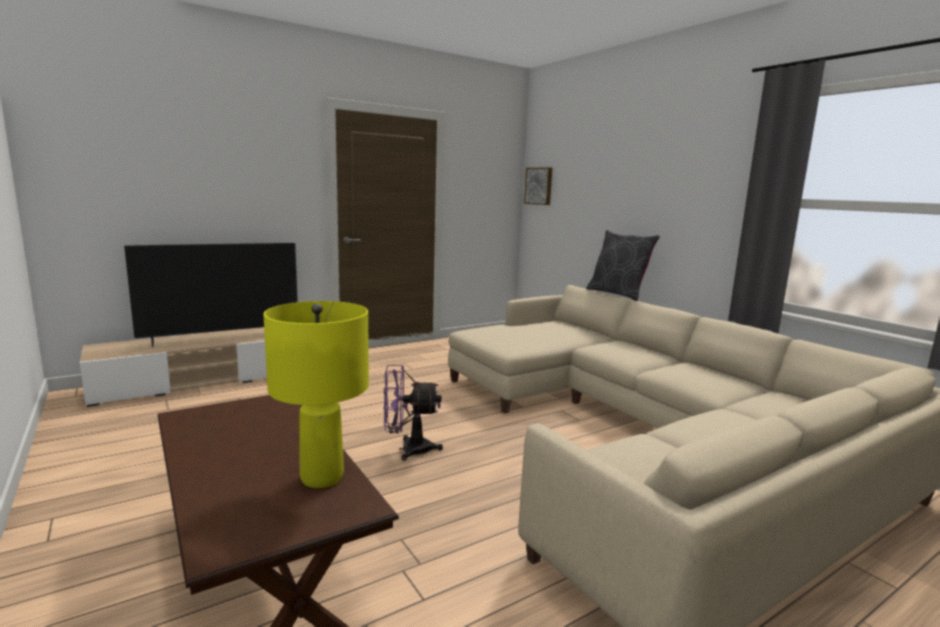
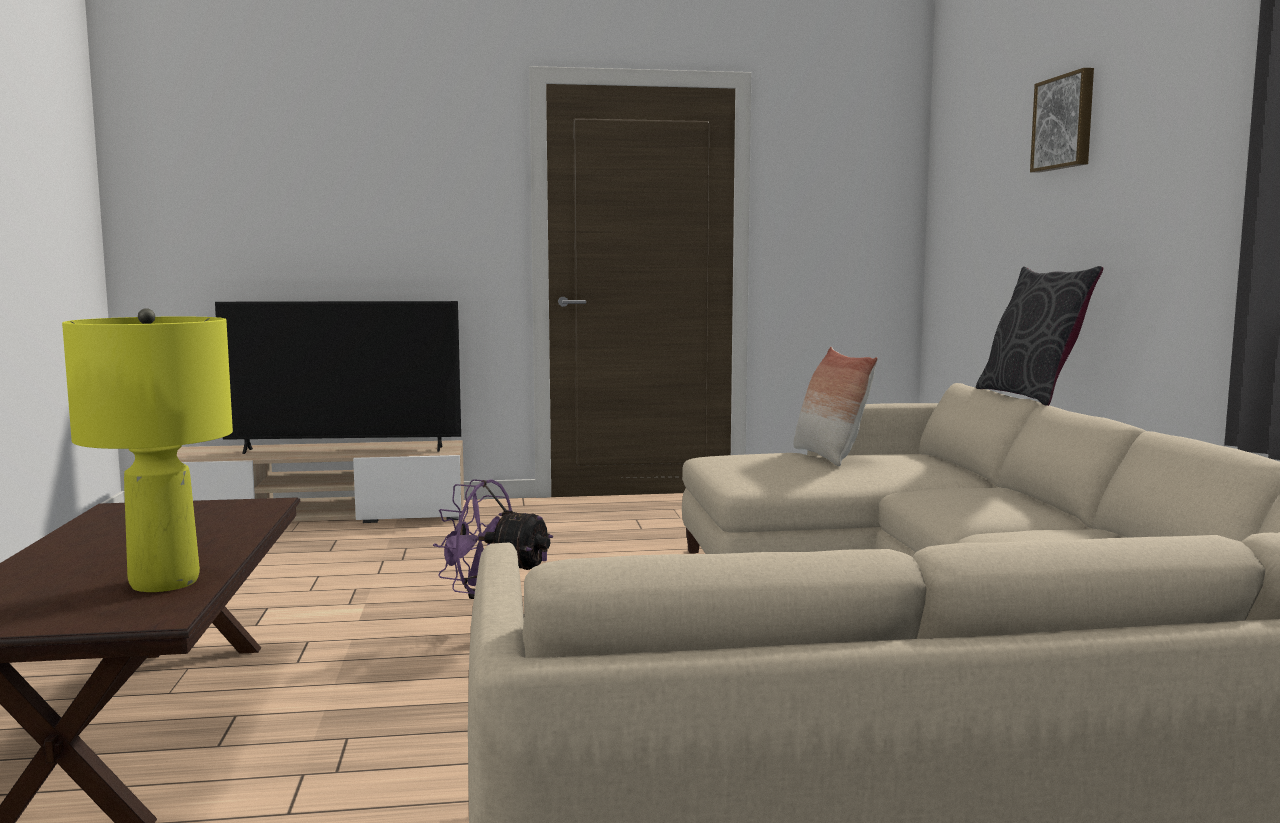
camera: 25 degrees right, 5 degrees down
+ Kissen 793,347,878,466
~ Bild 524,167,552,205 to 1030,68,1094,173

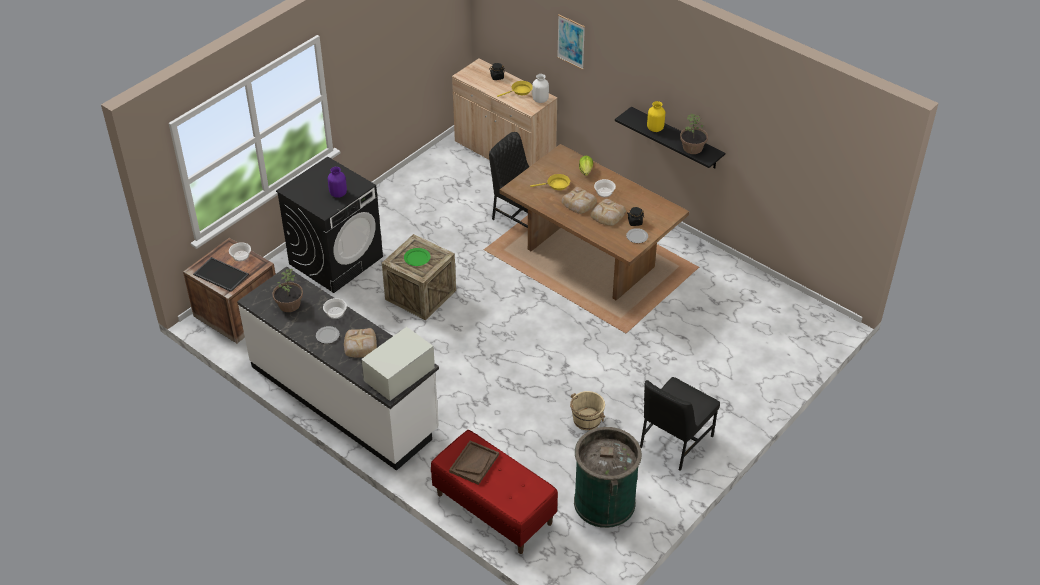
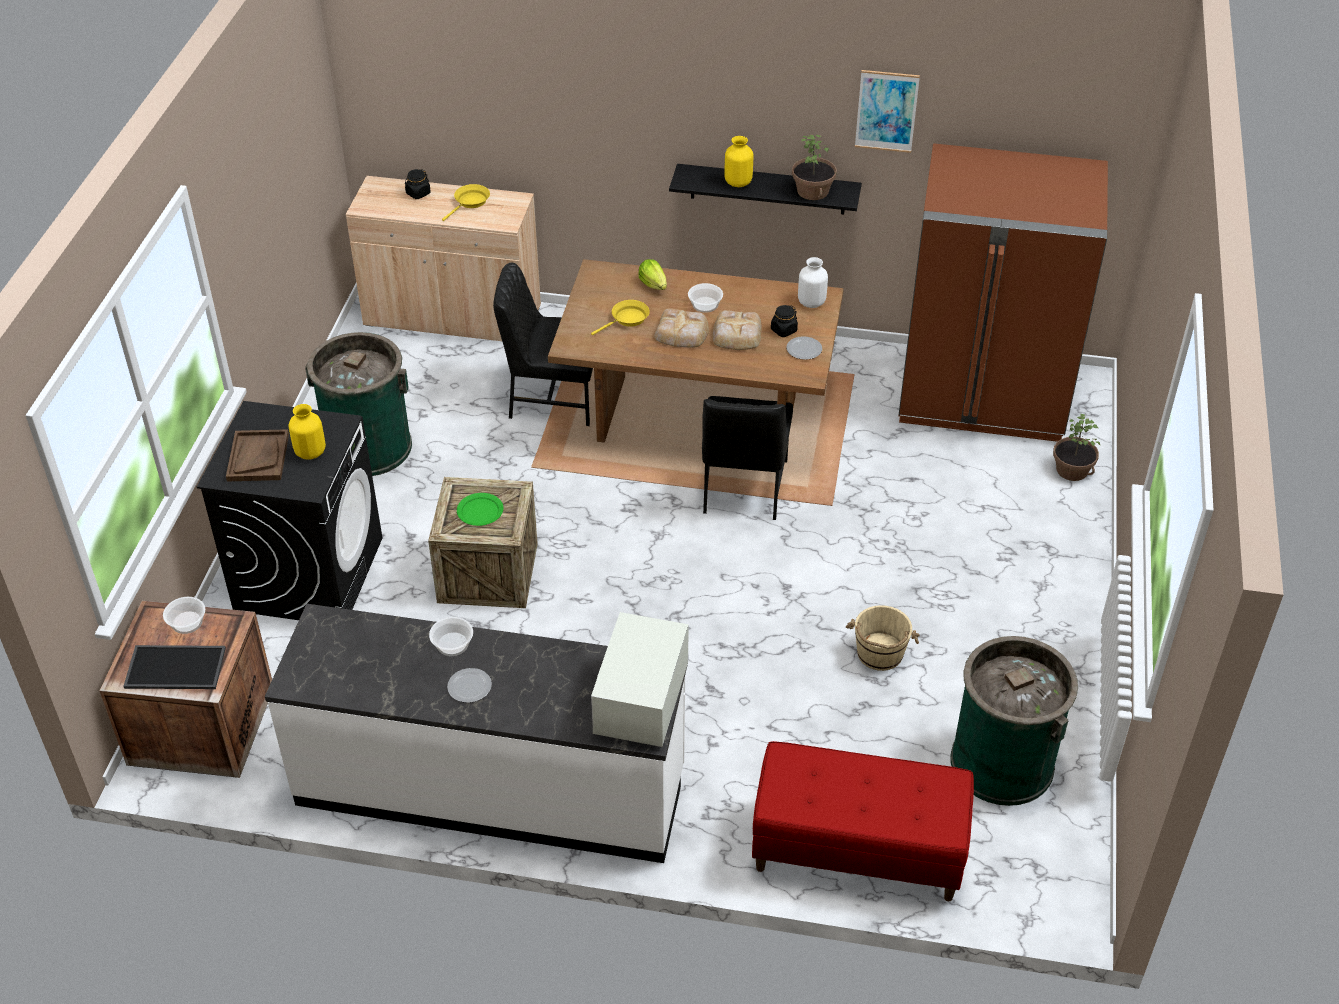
camera: 30 degrees left, 0 degrees up
~ Tablett [braun] 449,441,499,485 to 226,429,289,482
~ Vase [lila] 328,167,347,198 to Vase [gelb] 288,404,326,460
+ Mülleimer [grün] 305,332,412,476
~ Stuhl [schwarz] 640,377,720,471 to 702,396,793,520
~ Vase [weiß] 532,74,549,103 to 798,257,828,308
~ Bild 557,15,585,70 to 855,70,920,153
+ Kühlschrank [braun] 898,144,1108,442
~ Topfpflanze 272,268,303,312 to 1053,414,1100,481
- Brot 344,328,377,358

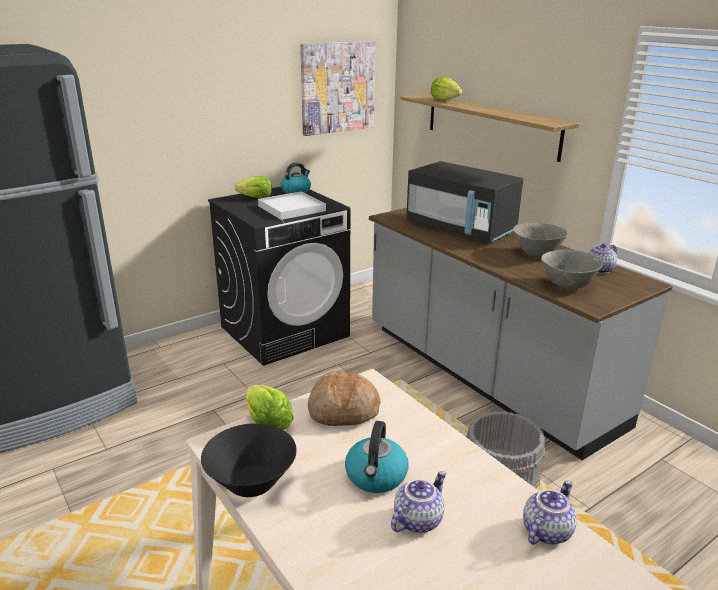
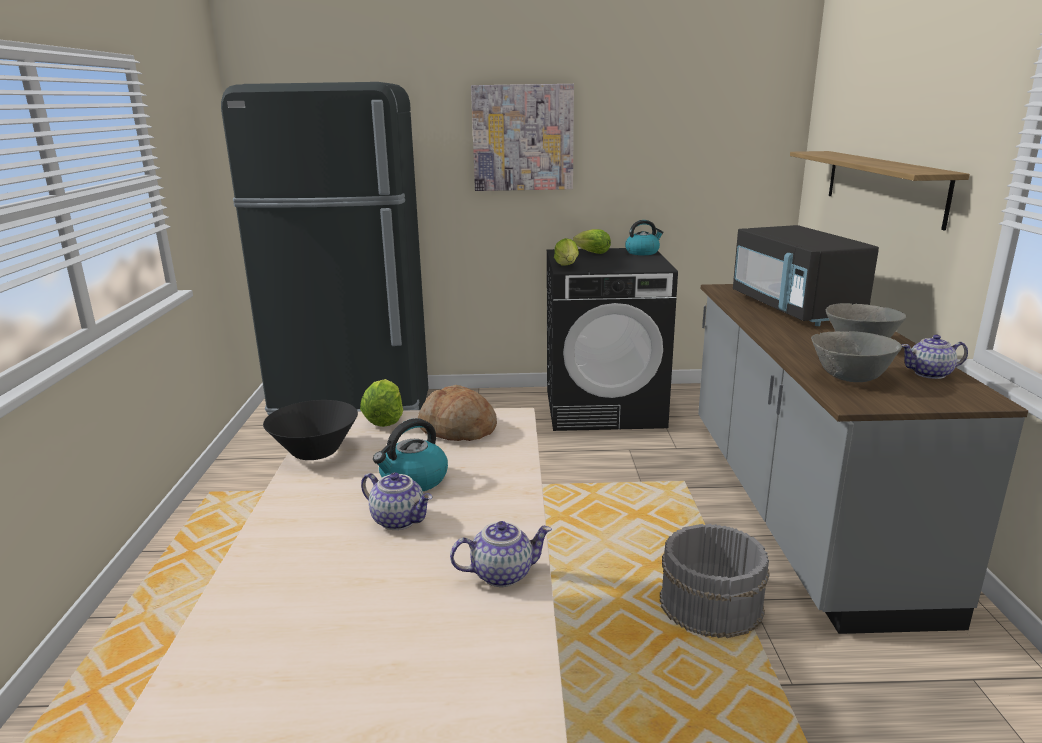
camera: 35 degrees right, 5 degrees down
~ Teekanne 391,471,446,533 = 361,472,432,530 45 degrees clockwise
~ Bild 300,41,375,136 to 471,84,574,191
~ Salatkopf 430,77,462,100 to 554,238,579,266
- Tablett [weiß] 258,192,326,220

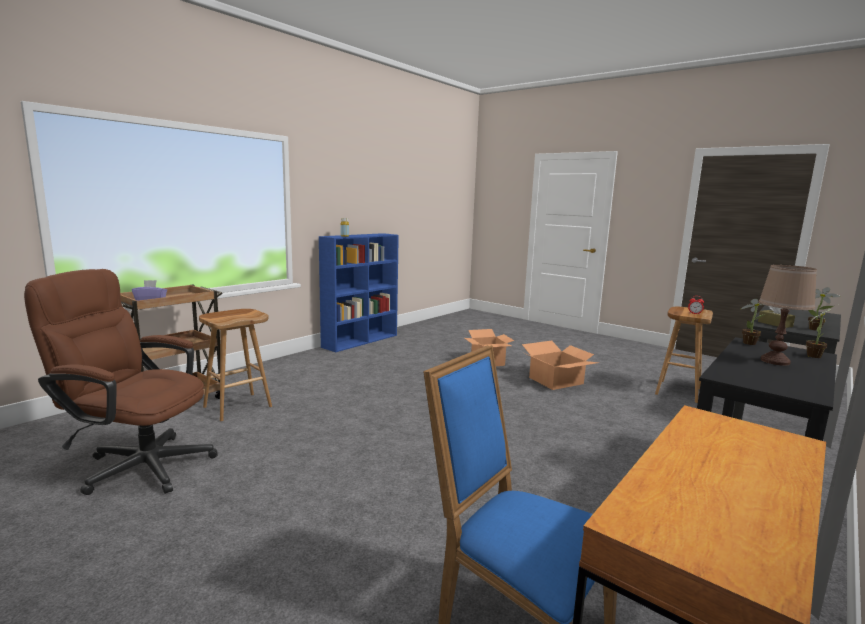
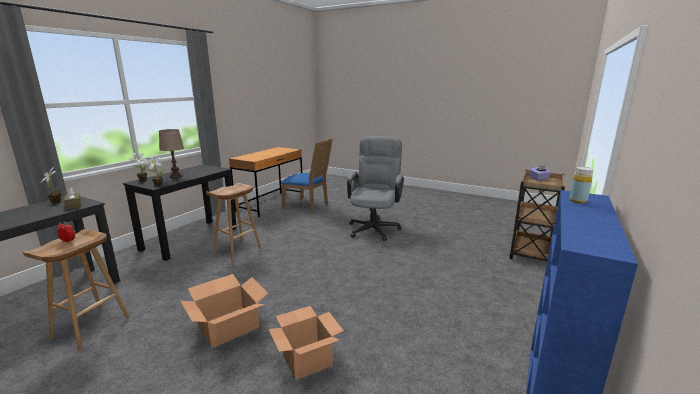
camera: 170 degrees right, 5 degrees up
~ Hocker [braun] 199,309,272,421 to 206,183,261,261
+ Bürostuhl [grau] 347,136,404,241
- Bürostuhl [braun] 24,269,218,495

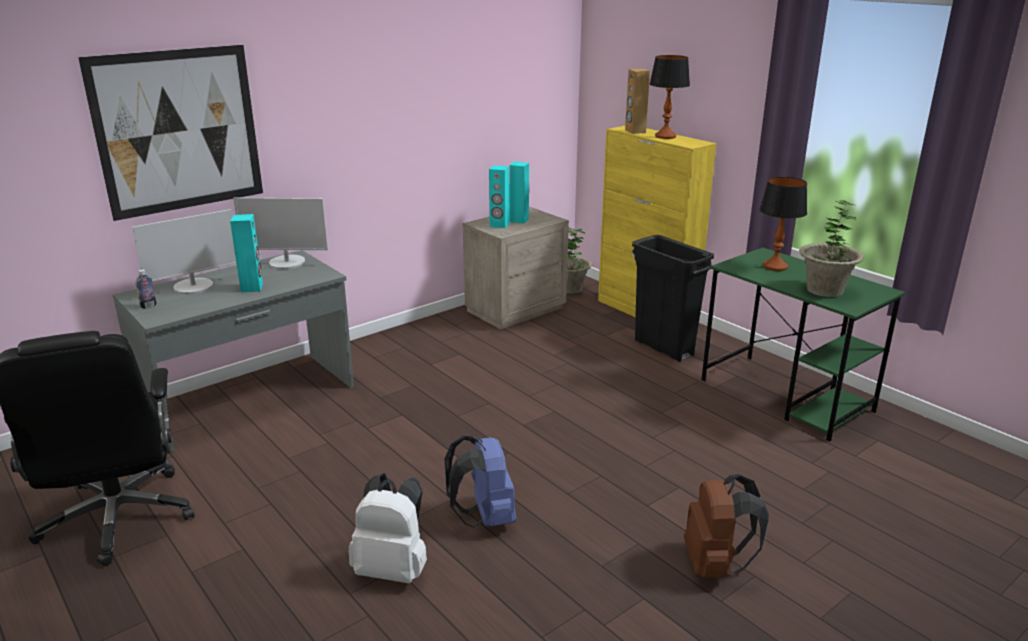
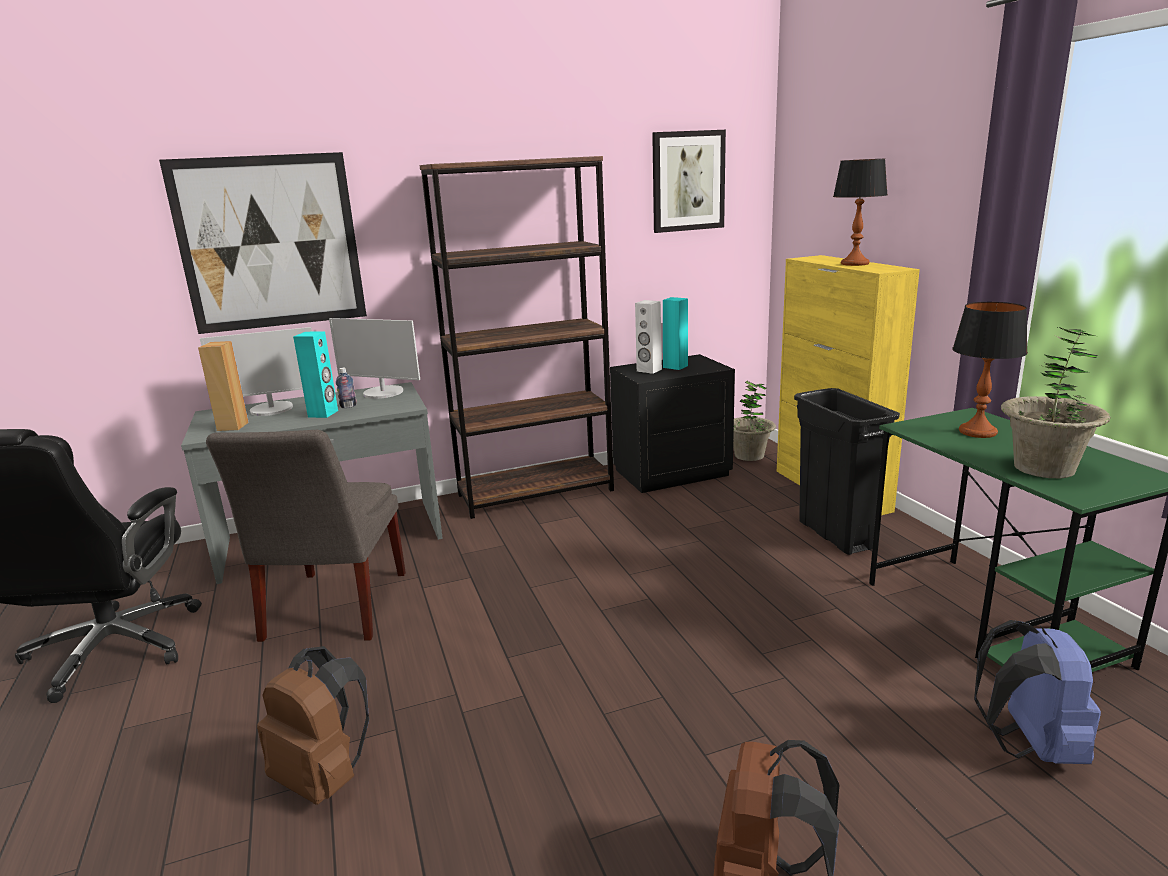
camera: 20 degrees right, 5 degrees down
~ Lautsprecher [braun] 625,69,650,134 to 198,341,249,431
+ Stuhl [grau] 206,430,406,642
~ Rucksack [weiß] 348,473,427,583 to Rucksack [braun] 257,646,369,805
~ Flasche 136,269,157,309 to 336,368,357,408
+ Bücherregal [braun] 420,156,614,519
~ Nachttisch [beige] 463,207,569,329 to Nachttisch [schwarz] 610,354,735,493
~ Lautsprecher [türkis] 489,165,510,228 to Lautsprecher [weiß] 635,300,662,374
+ Bild 652,130,726,233
~ Rucksack [blau] 444,435,516,528 to 974,620,1101,764

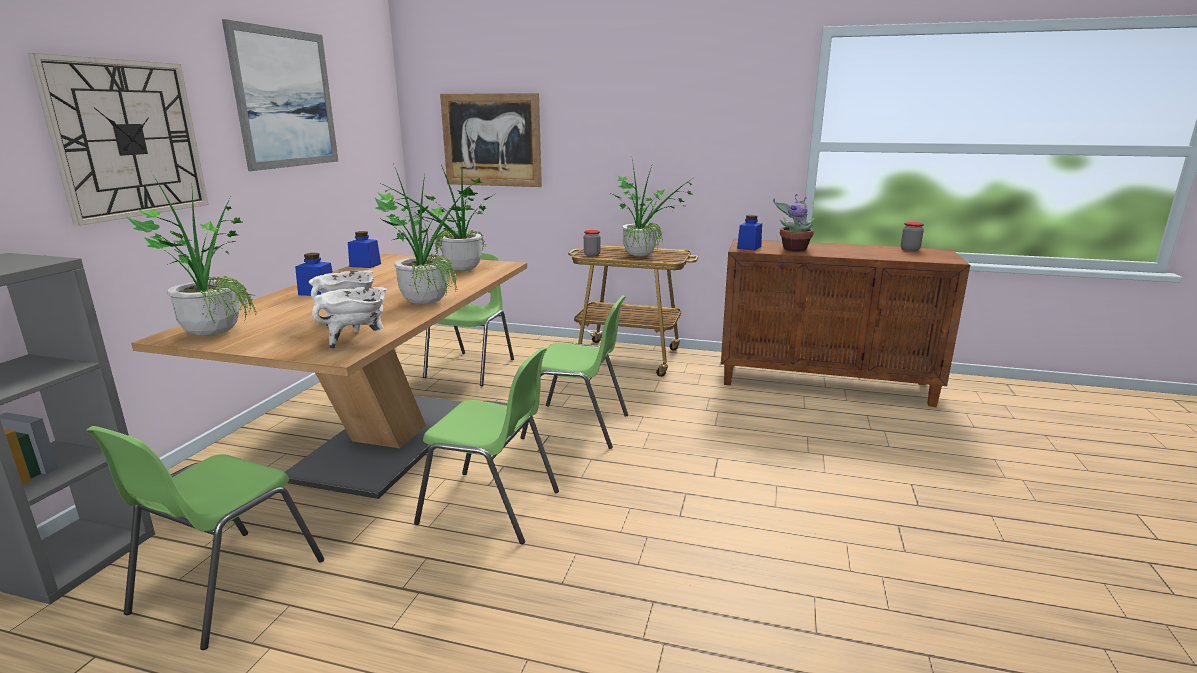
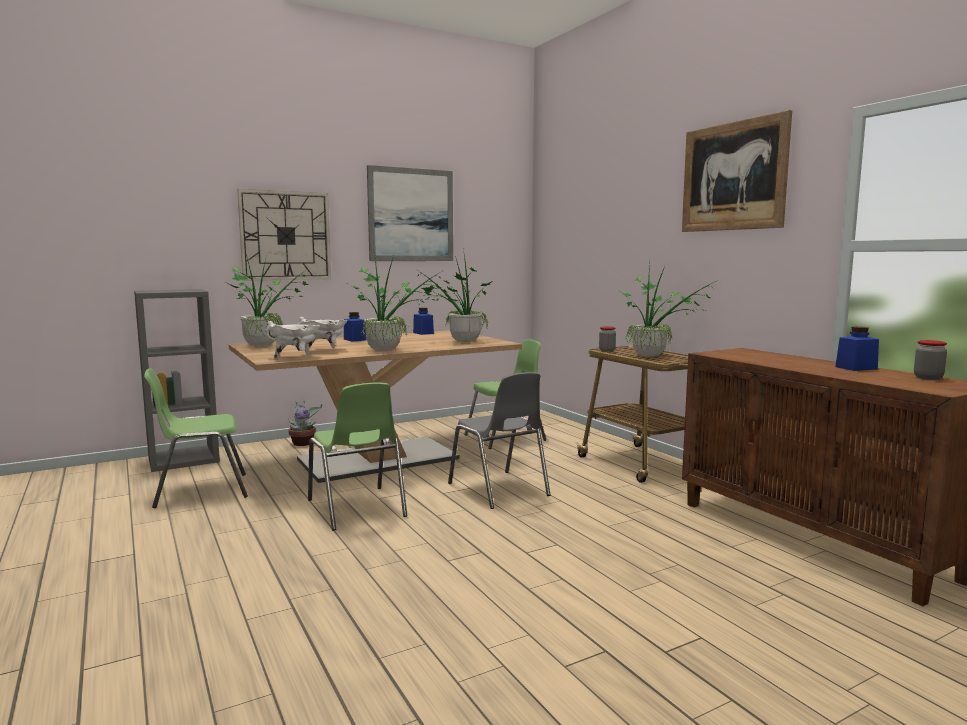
camera: 45 degrees right, 10 degrees down
~ Topfpflanze 773,194,815,251 to 288,401,322,446
~ Stuhl [grün] 520,295,628,449 to Stuhl [grau] 448,372,551,509
~ Bild 440,93,542,187 to 682,110,792,232
~ Vorratsglas [blau] 737,215,762,251 to 835,327,879,371

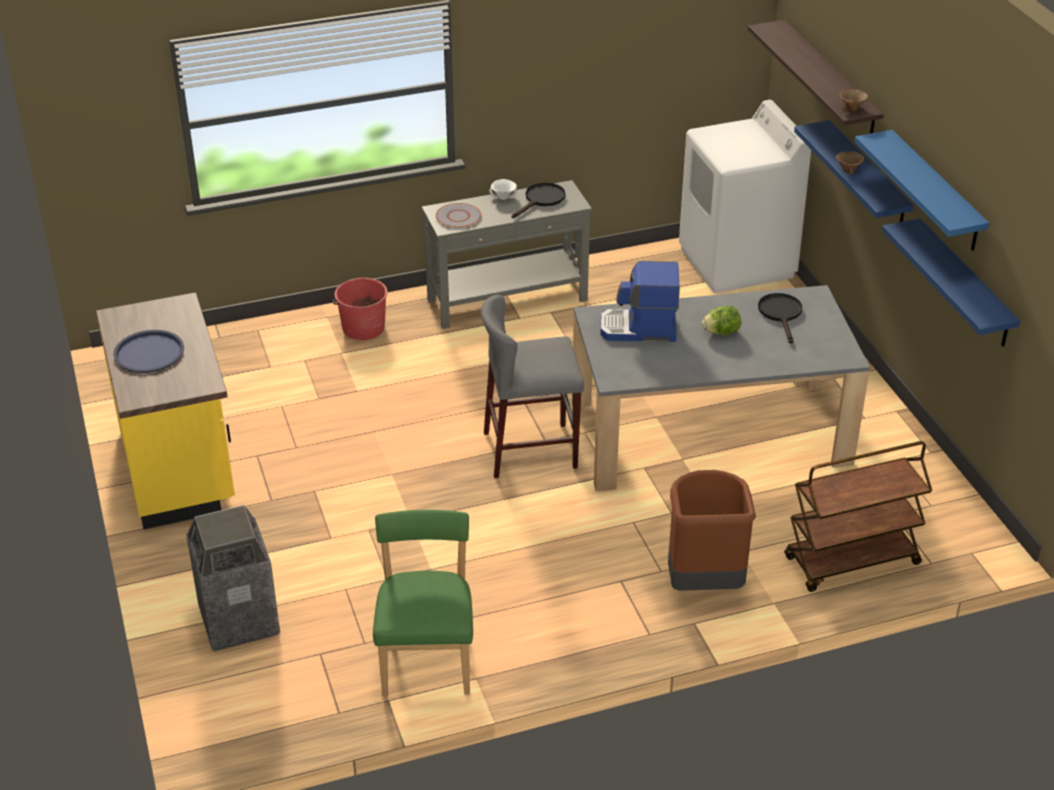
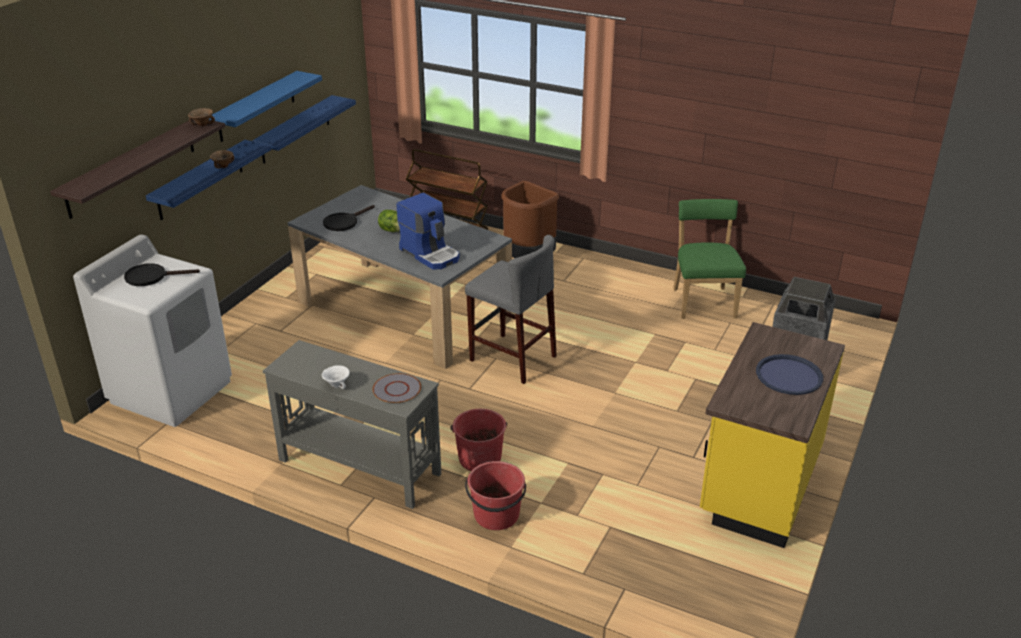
camera: 135 degrees left, 5 degrees down
~ Pfanne [schwarz] 511,182,565,218 to 124,263,200,286
+ Eimer [rot] 450,409,507,471
~ Stuhl [grün] 373,510,473,696 = 673,199,746,319 135 degrees clockwise

